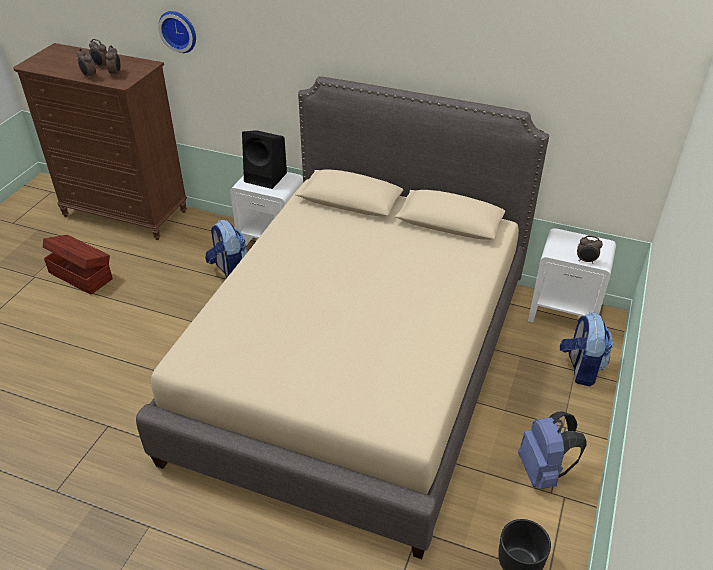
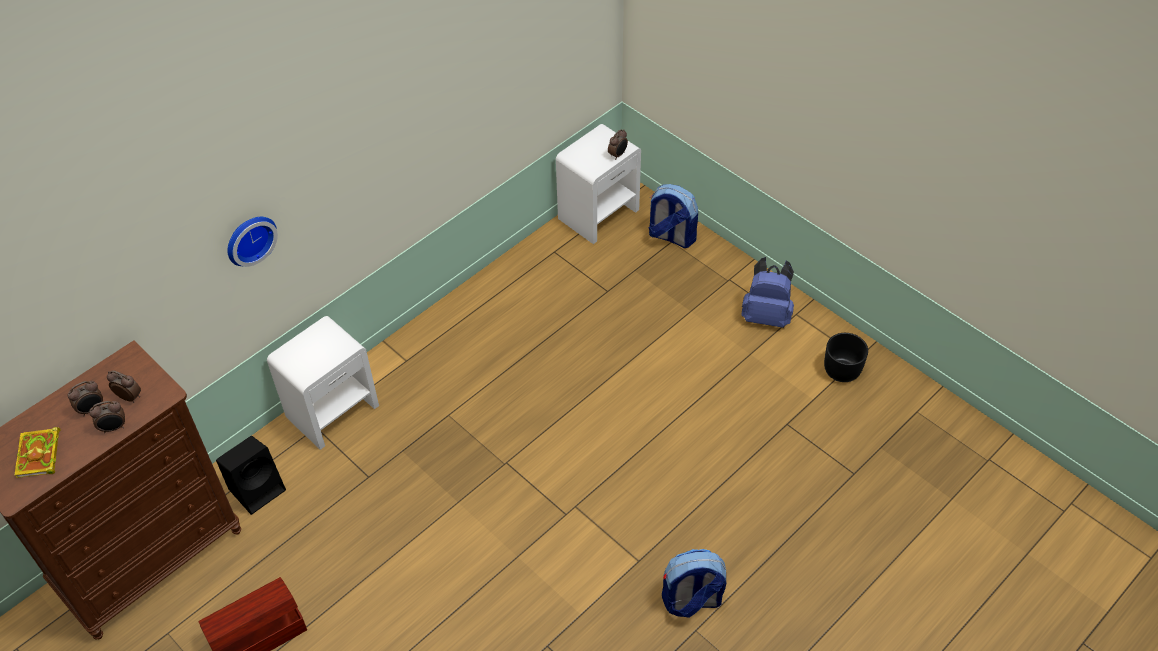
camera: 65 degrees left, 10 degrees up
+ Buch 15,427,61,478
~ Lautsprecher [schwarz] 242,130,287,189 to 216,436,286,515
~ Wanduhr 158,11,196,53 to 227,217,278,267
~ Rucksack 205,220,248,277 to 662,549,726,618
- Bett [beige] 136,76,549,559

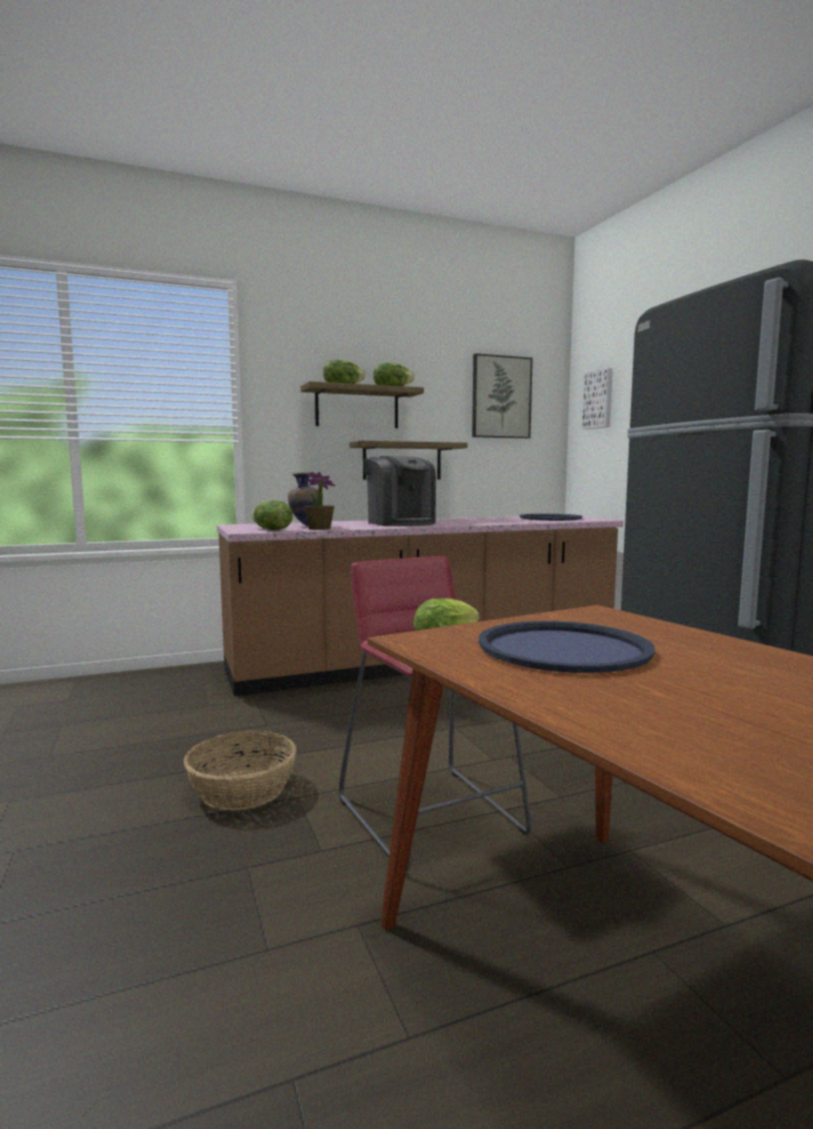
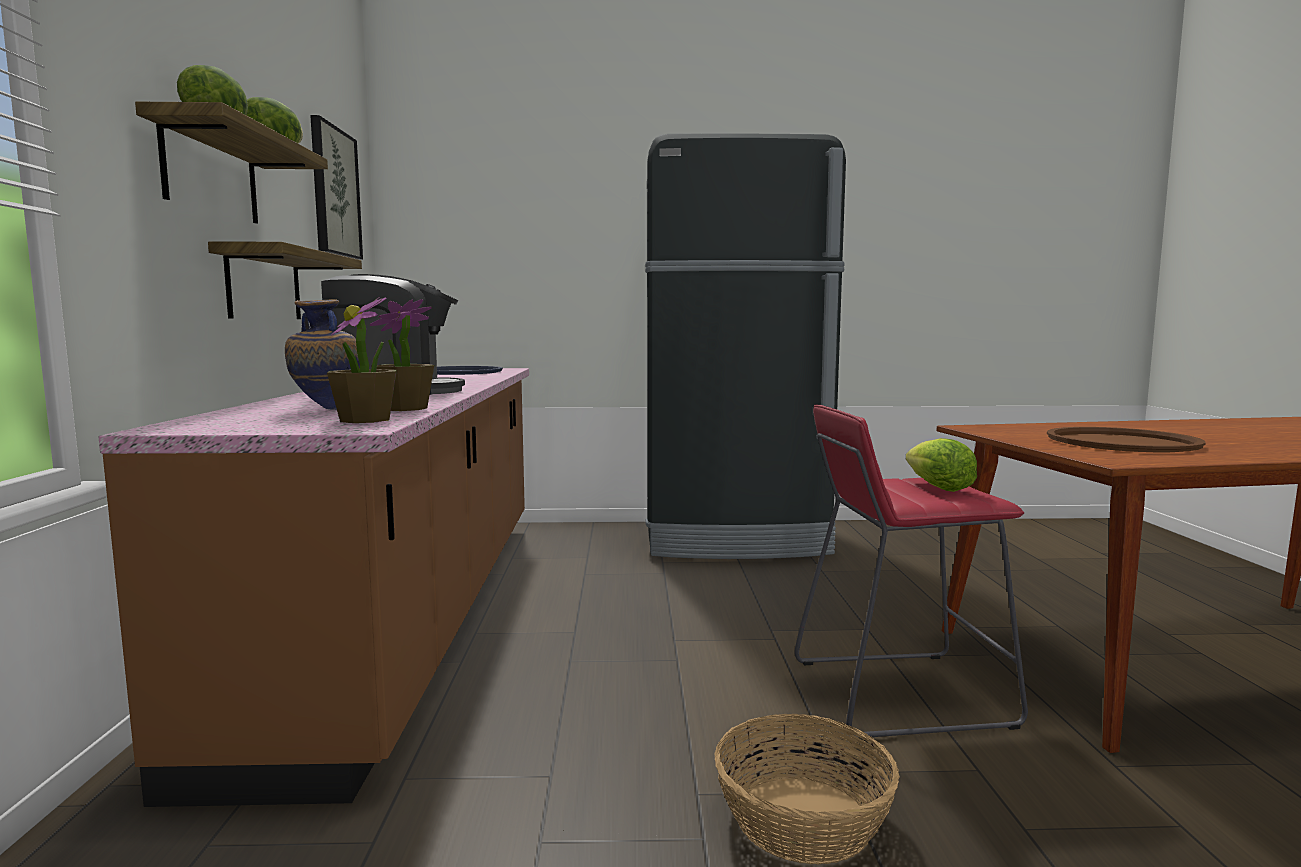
camera: 70 degrees left, 0 degrees up
~ Salatkopf 251,500,293,530 to Topfpflanze 327,297,397,423
~ Tablett [blau] 479,621,655,673 to Tablett [braun] 1047,427,1206,452
- Bild 582,368,613,429

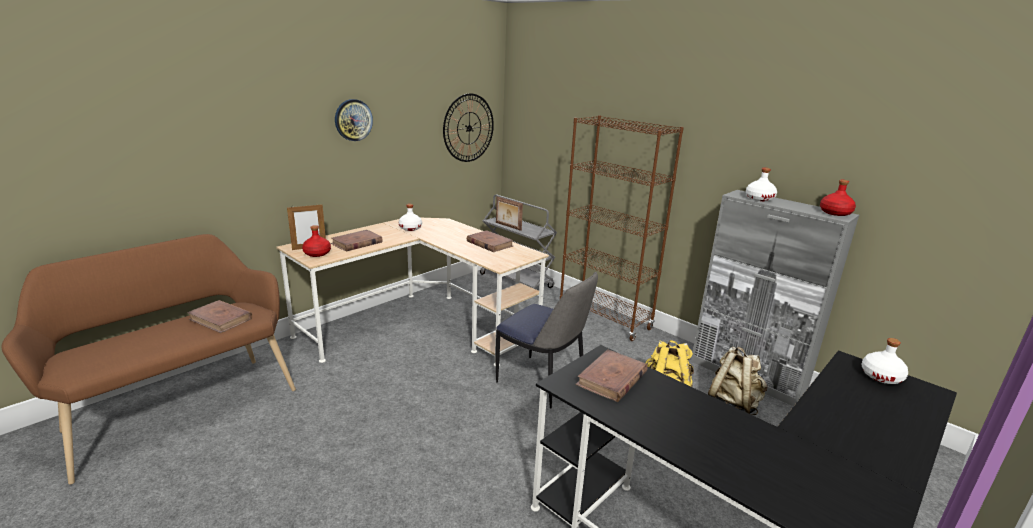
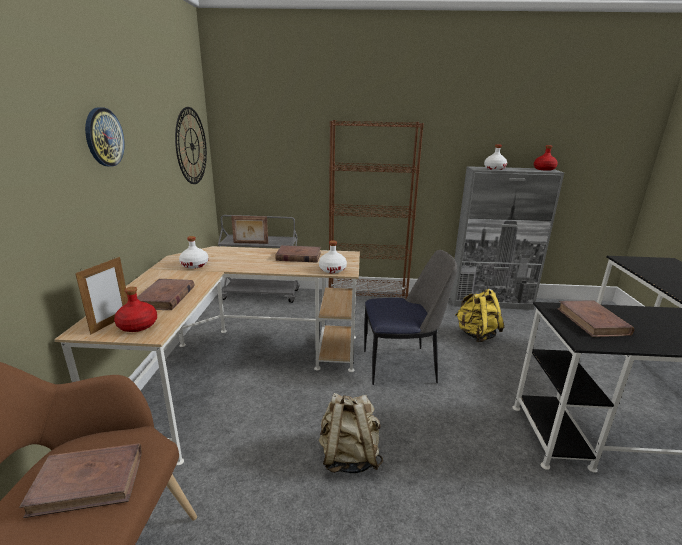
camera: 40 degrees left, 0 degrees up
~ Flasche [weiß] 861,338,908,384 to 319,240,347,273
~ Rucksack [beige] 708,347,768,415 to 319,393,383,473

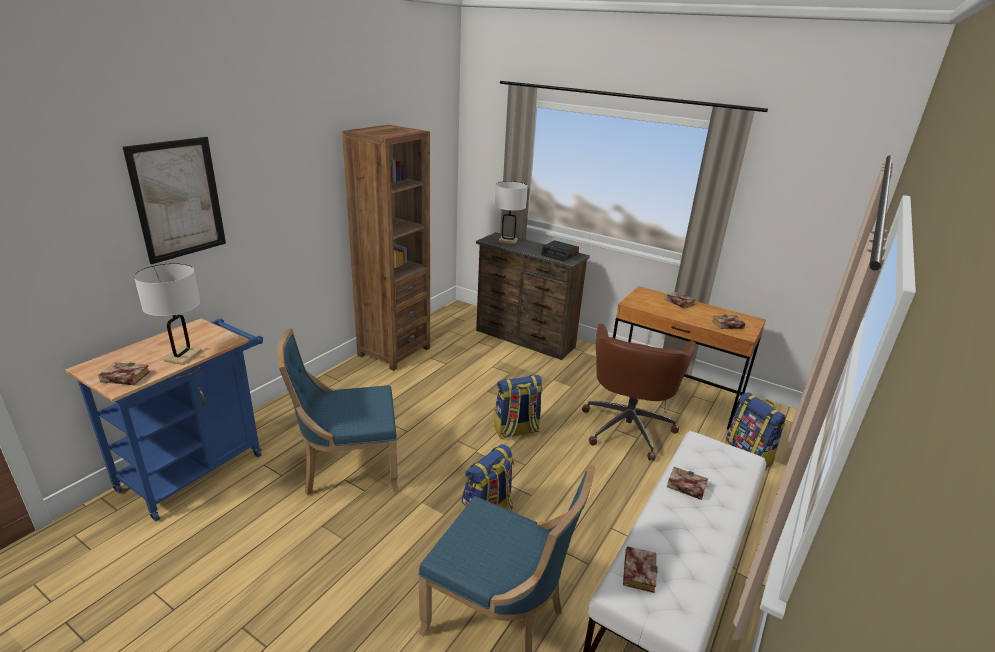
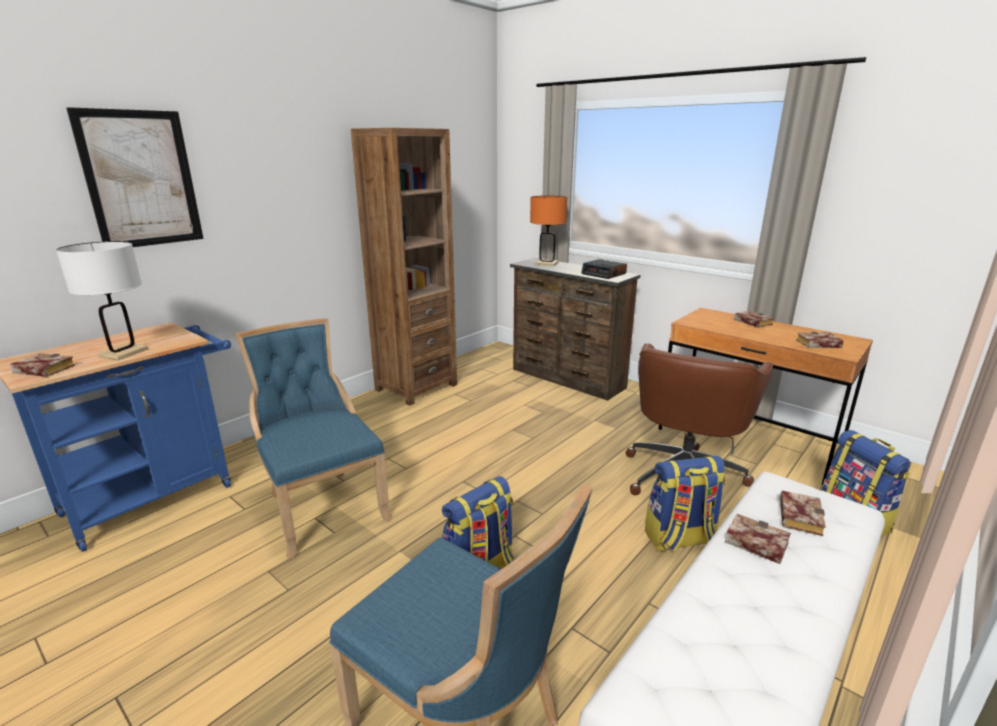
camera: 10 degrees right, 5 degrees down
~ Stuhl [blau] 277,328,399,496 = 235,318,392,560 60 degrees clockwise
~ Tischlampe [weiß] 495,181,528,244 to Tischlampe [orange] 530,196,567,266
~ Rucksack 494,375,543,439 to 645,456,726,552
~ Buch 623,546,658,593 to 780,491,826,536

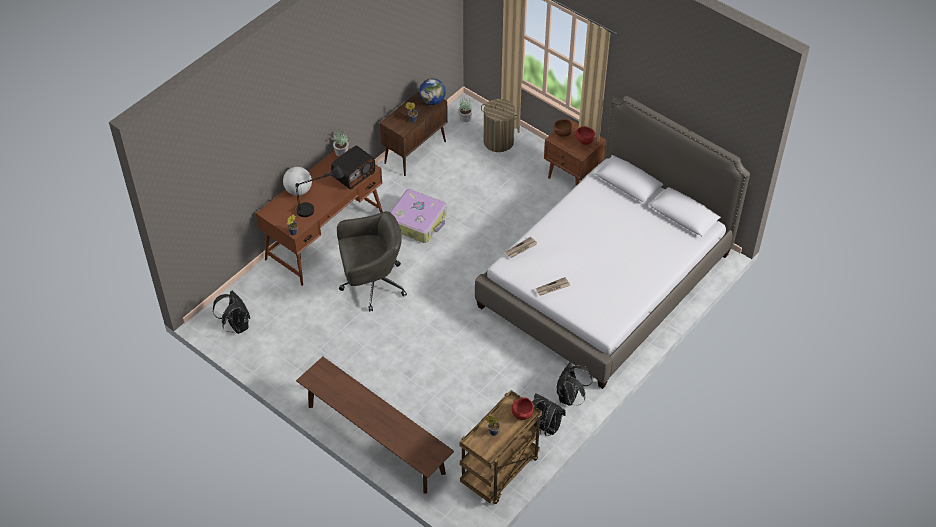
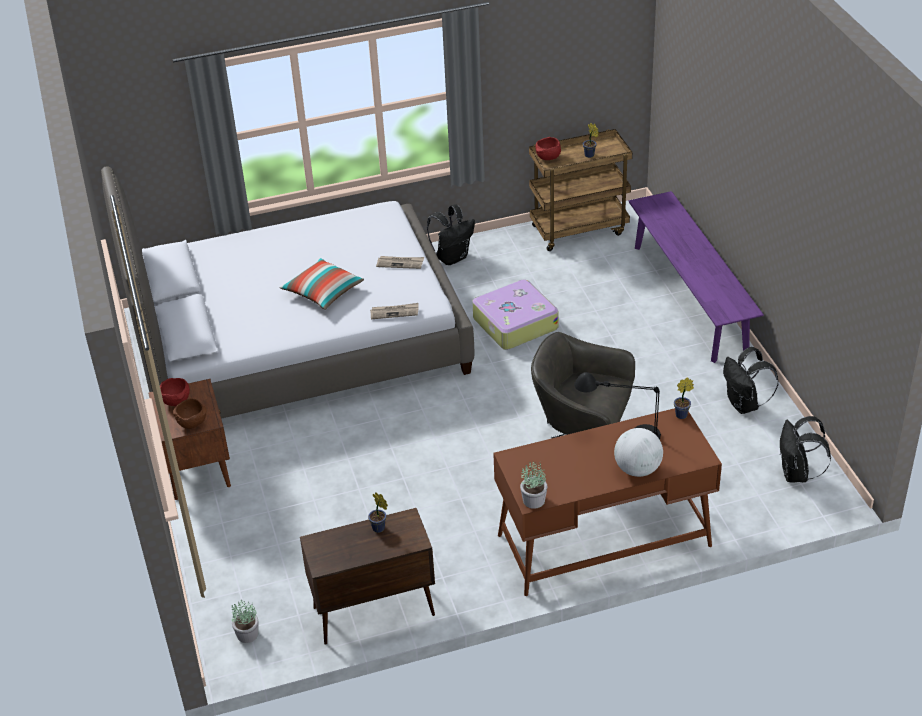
camera: 145 degrees left, 10 degrees down
+ Kissen 279,258,364,310
~ Koffer 390,189,447,243 to 472,279,558,350
~ Bank [braun] 296,356,454,494 to Bank [lila] 629,191,764,363
~ Rucksack [schwarz] 532,393,566,436 to 723,347,779,414
- Radio 331,146,375,190
- Globus 419,78,446,105
- Wäschekorb 481,99,518,152

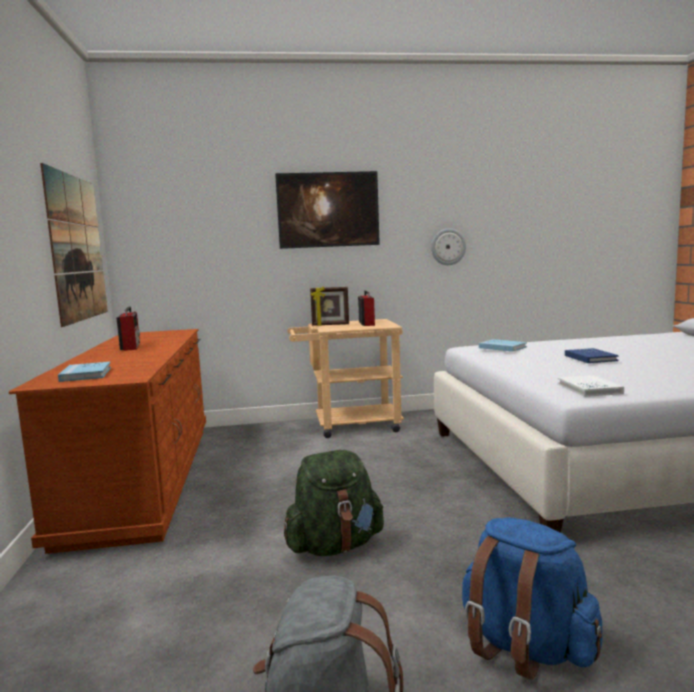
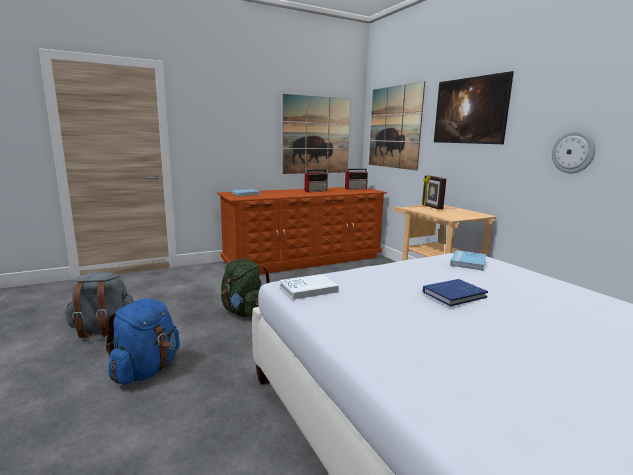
camera: 70 degrees right, 5 degrees up
~ Radio 358,290,375,326 to 345,169,368,190
+ Bild 369,81,425,170

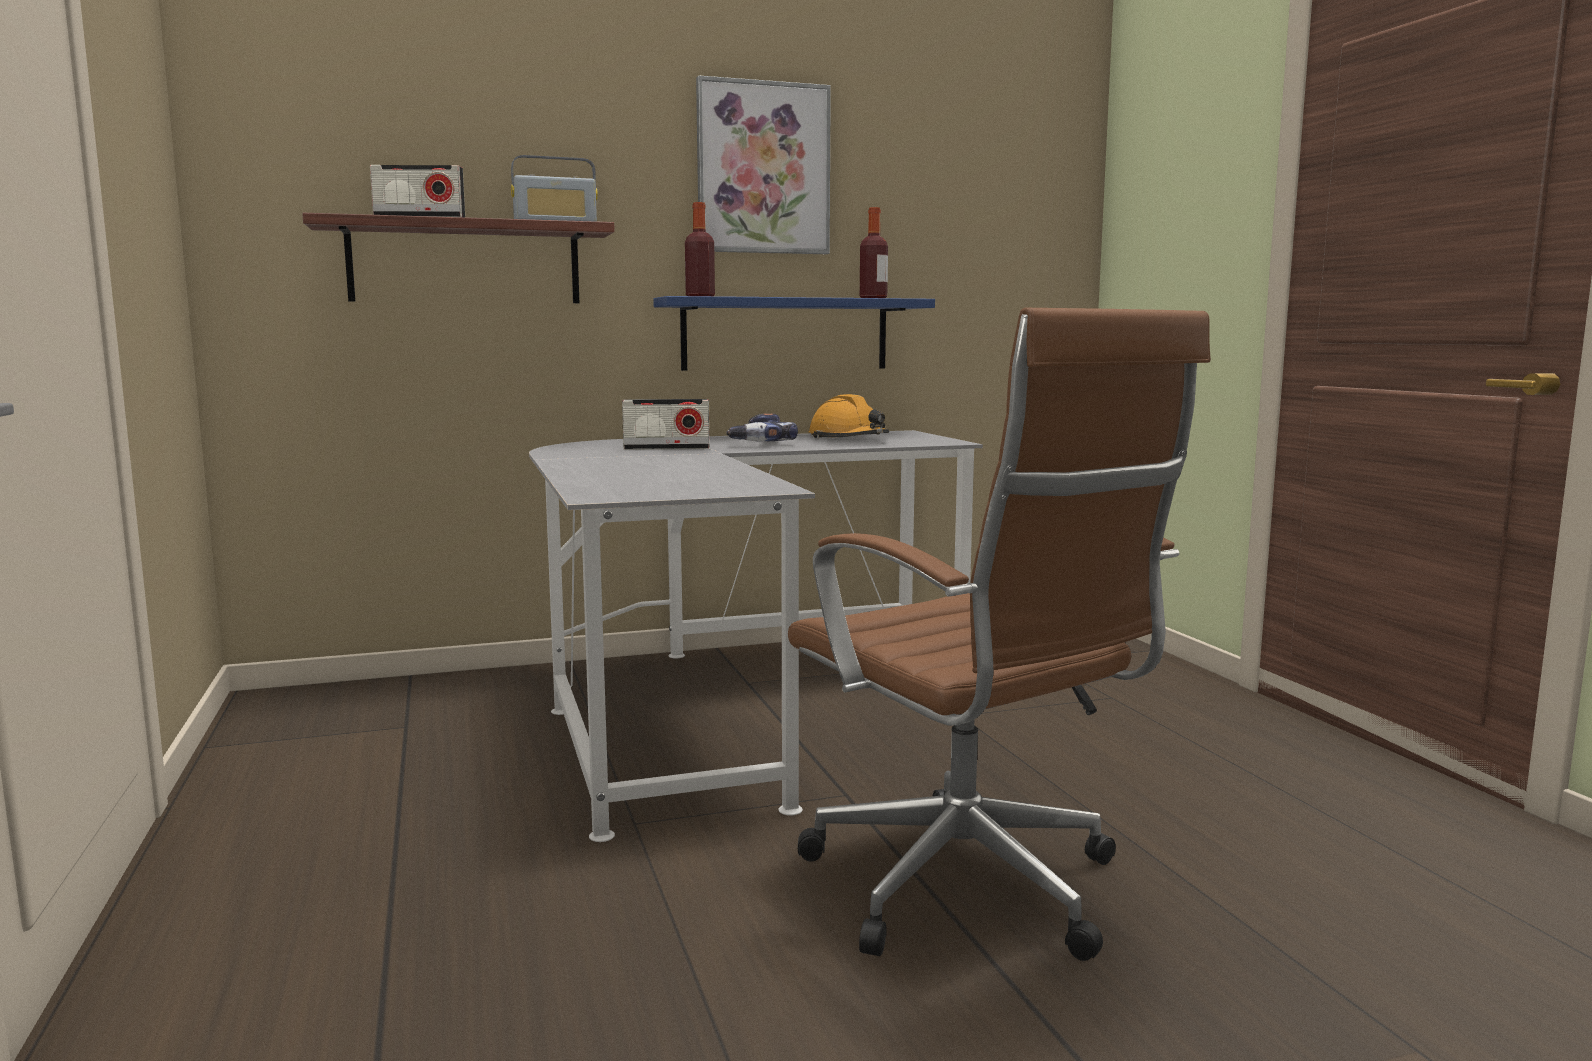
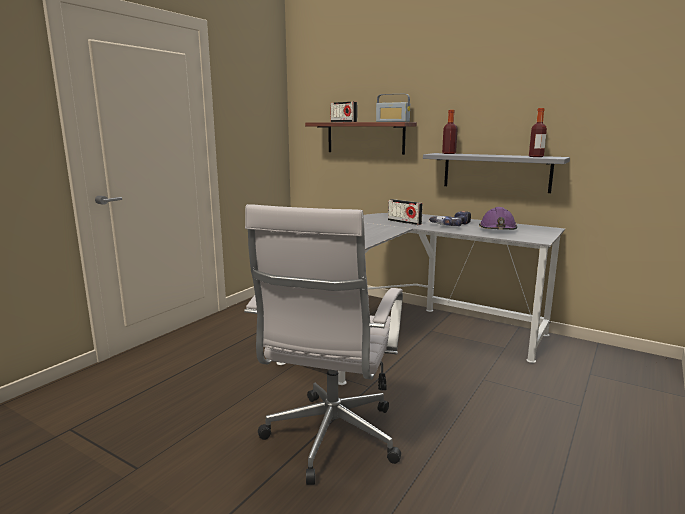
camera: 50 degrees right, 5 degrees up
~ Bürostuhl [braun] 788,308,1211,961 to Bürostuhl [weiß] 244,204,403,485
~ Wandregal [blau] 653,296,935,371 to Wandregal [grau] 423,153,570,193
~ Schutzhelm [orange] 809,394,889,439 to Schutzhelm [lila] 479,207,517,230
- Bild 696,76,831,254

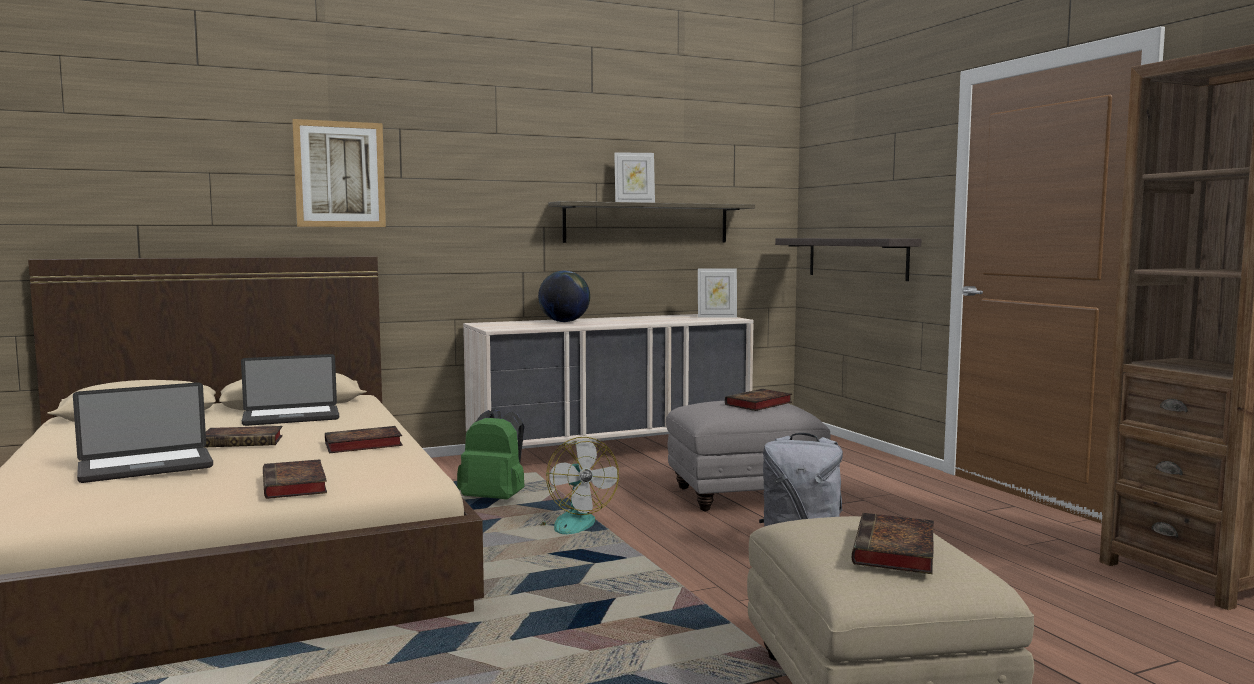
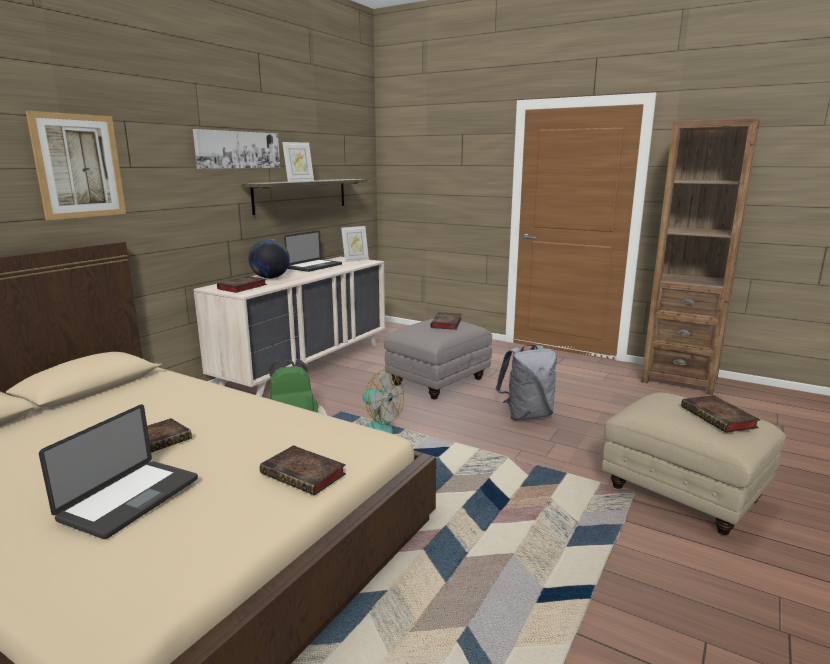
camera: 35 degrees left, 10 degrees up
+ Bild 193,129,280,169
~ Buch 325,426,403,453 to 217,276,267,293
~ Laptop 241,354,339,426 to 284,231,342,272
- Wandregal 775,238,921,281

